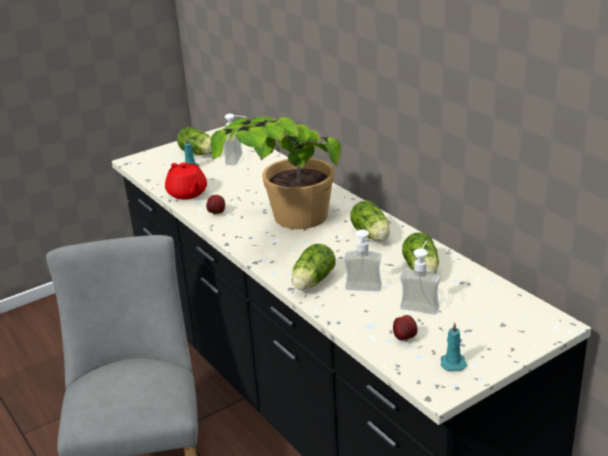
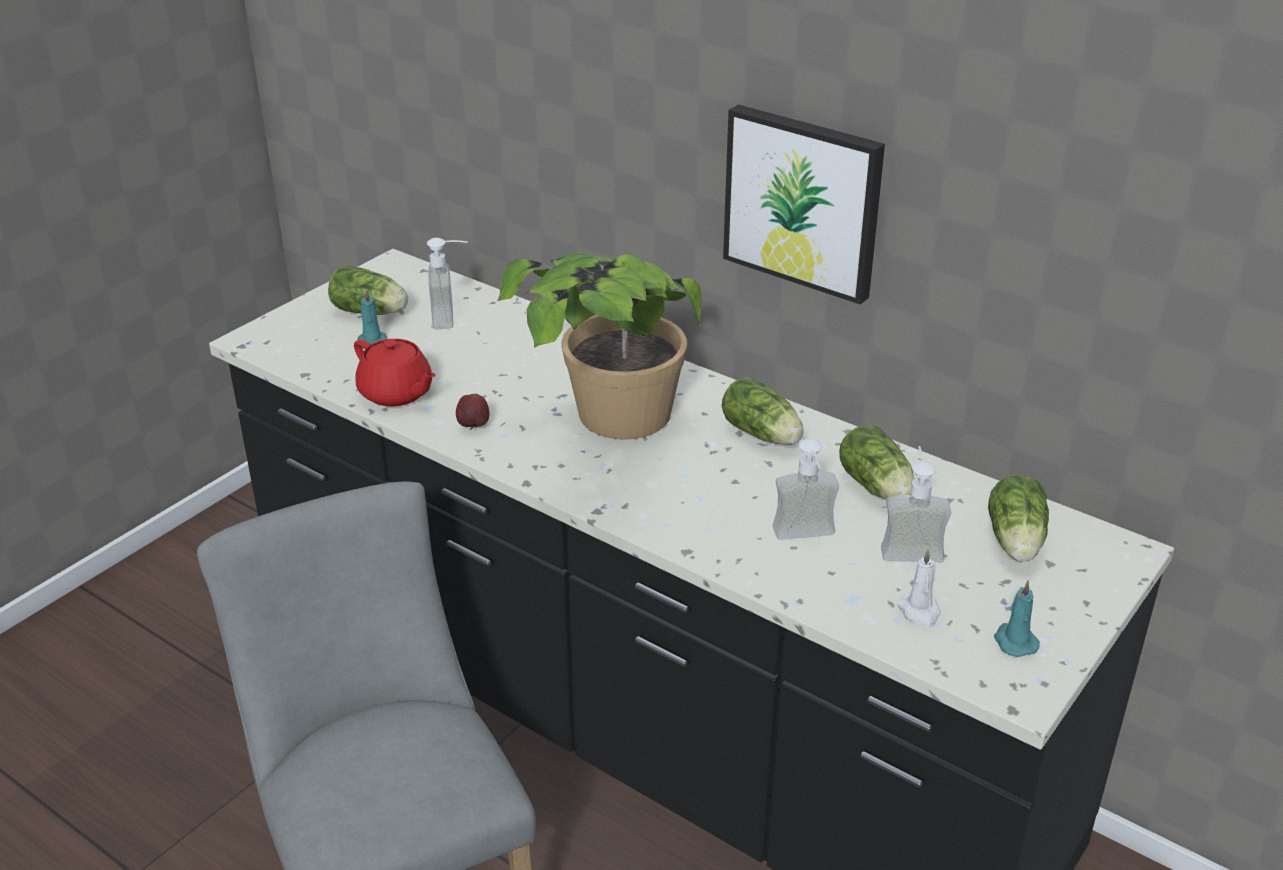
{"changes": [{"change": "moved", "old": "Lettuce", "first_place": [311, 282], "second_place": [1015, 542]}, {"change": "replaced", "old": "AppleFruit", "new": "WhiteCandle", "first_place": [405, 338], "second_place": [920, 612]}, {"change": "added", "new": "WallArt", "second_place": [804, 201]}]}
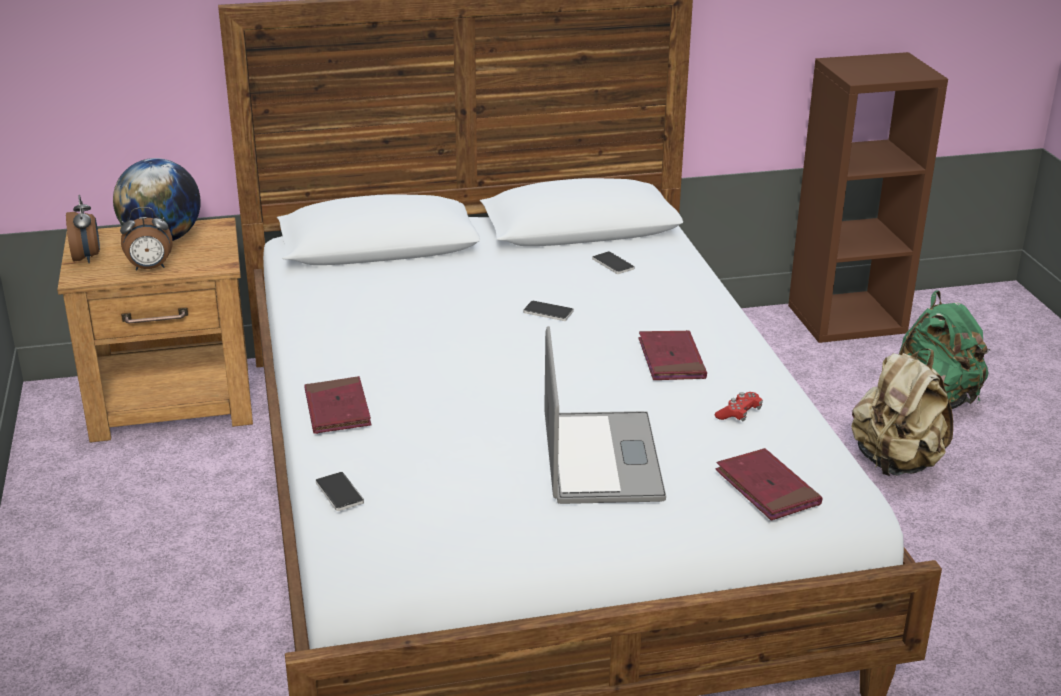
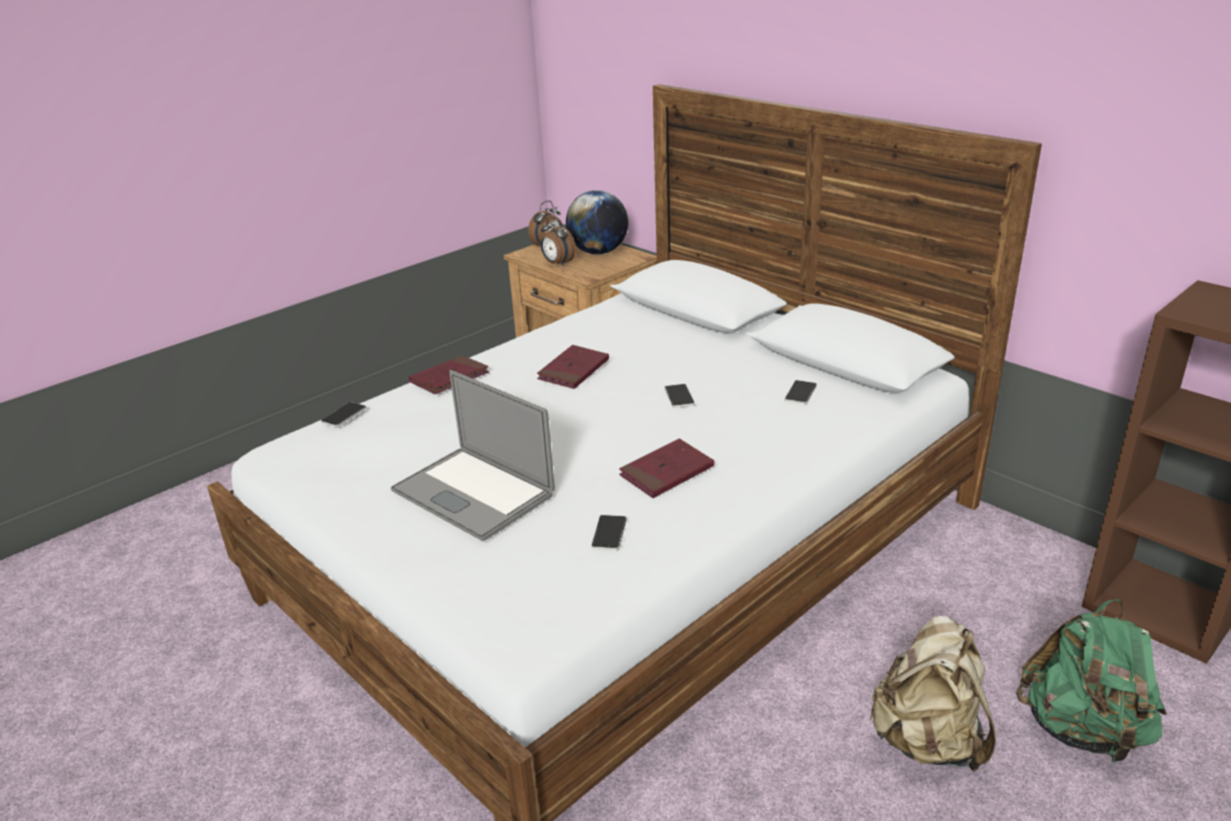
{"changes": [{"change": "turned", "old": "NotebookComputer", "first_place": [601, 458], "second_place": [473, 493], "degrees": 75}, {"change": "replaced", "old": "RedColouredGameController", "new": "Telephone", "first_place": [739, 414], "second_place": [609, 534]}, {"change": "moved", "old": "RedColouredVolume", "first_place": [767, 488], "second_place": [573, 370]}]}
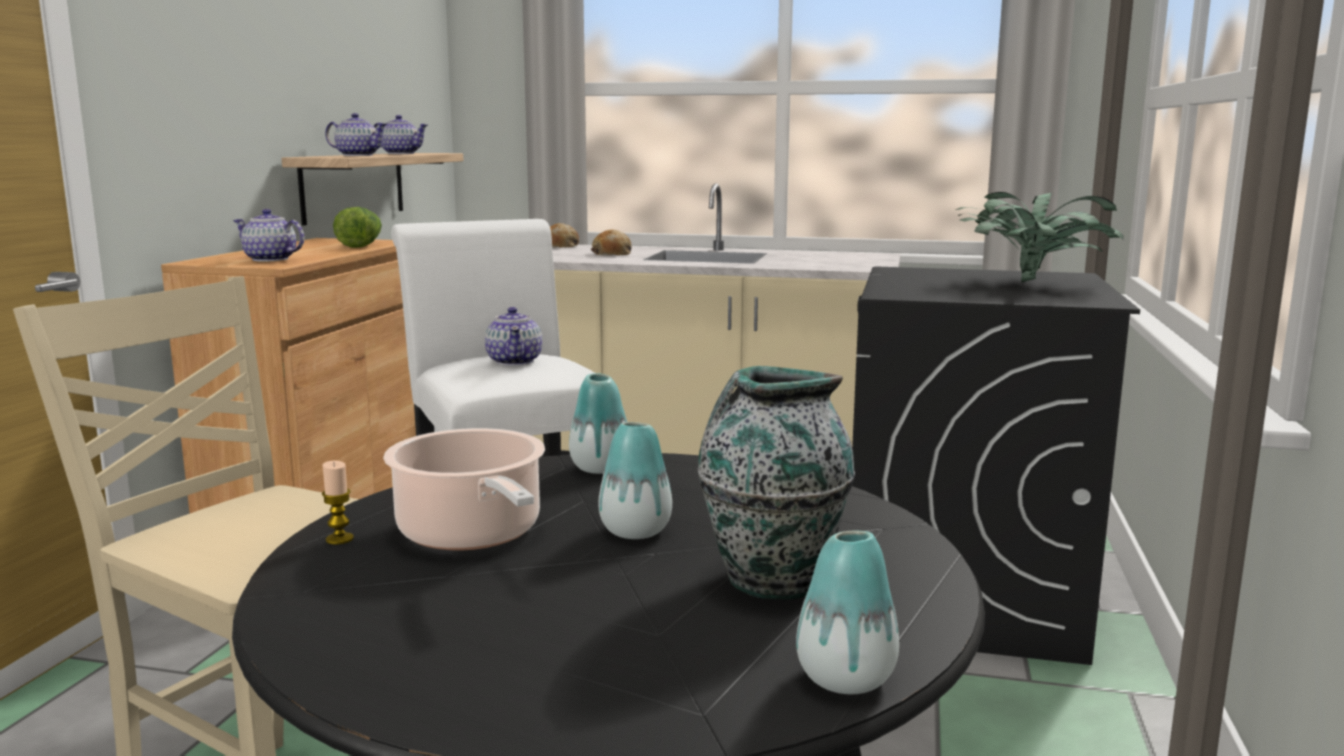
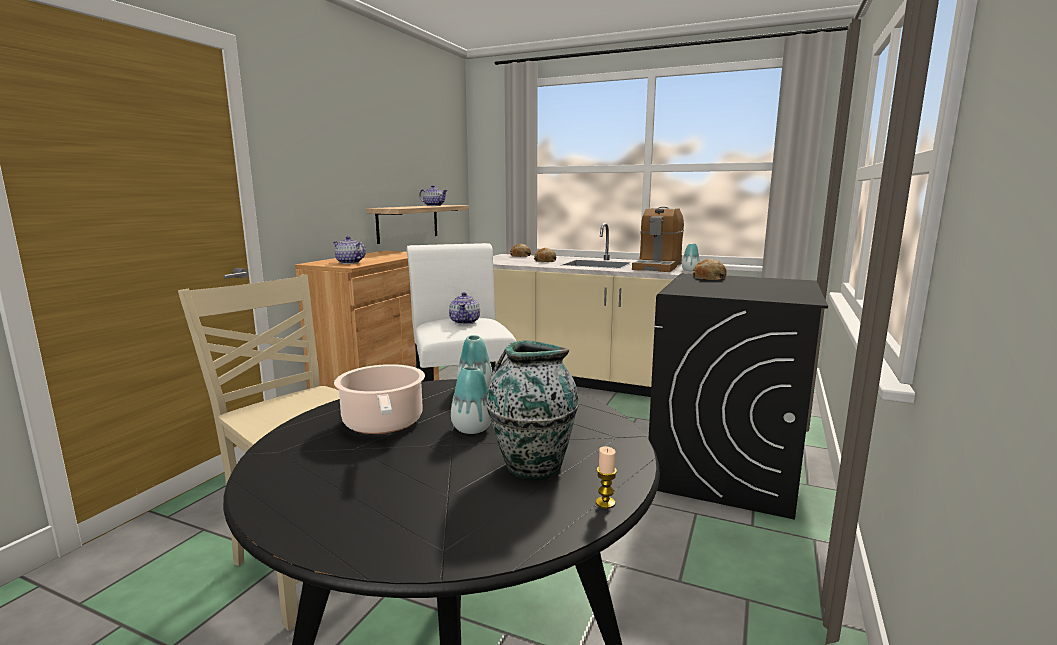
{"changes": [{"change": "removed", "old": "PotForTea", "first_place": [357, 155]}, {"change": "removed", "old": "Houseplant", "first_place": [1033, 283]}, {"change": "removed", "old": "Lettuce", "first_place": [360, 245]}, {"change": "moved", "old": "Candle", "first_place": [339, 539], "second_place": [605, 503]}, {"change": "moved", "old": "FlowerVase", "first_place": [845, 679], "second_place": [690, 270]}, {"change": "added", "new": "CoffeeMaker", "second_place": [657, 266]}, {"change": "added", "new": "BakedBread", "second_place": [708, 278]}]}
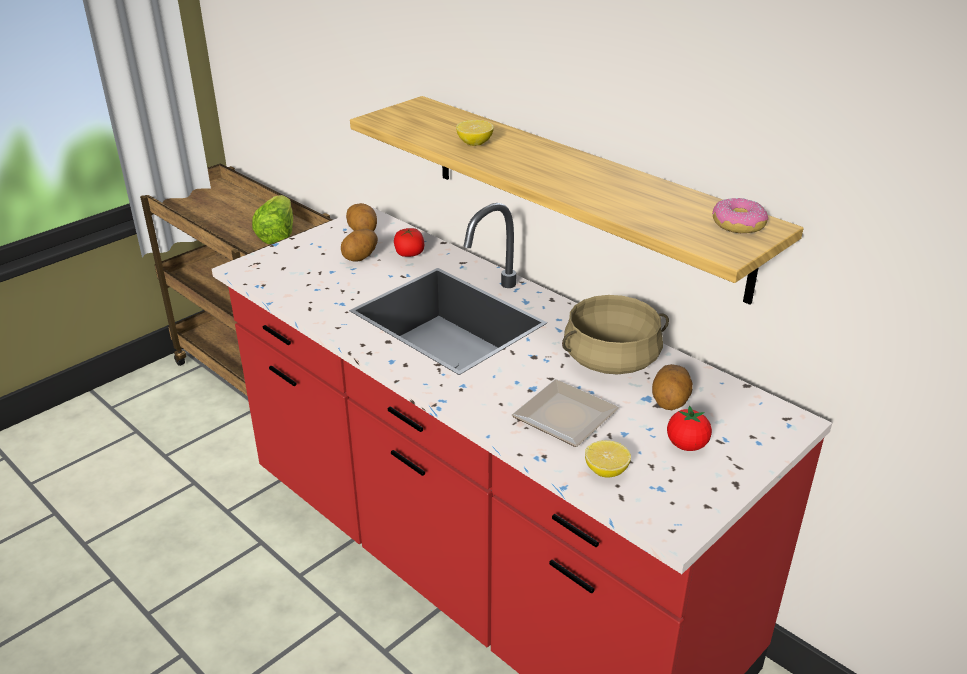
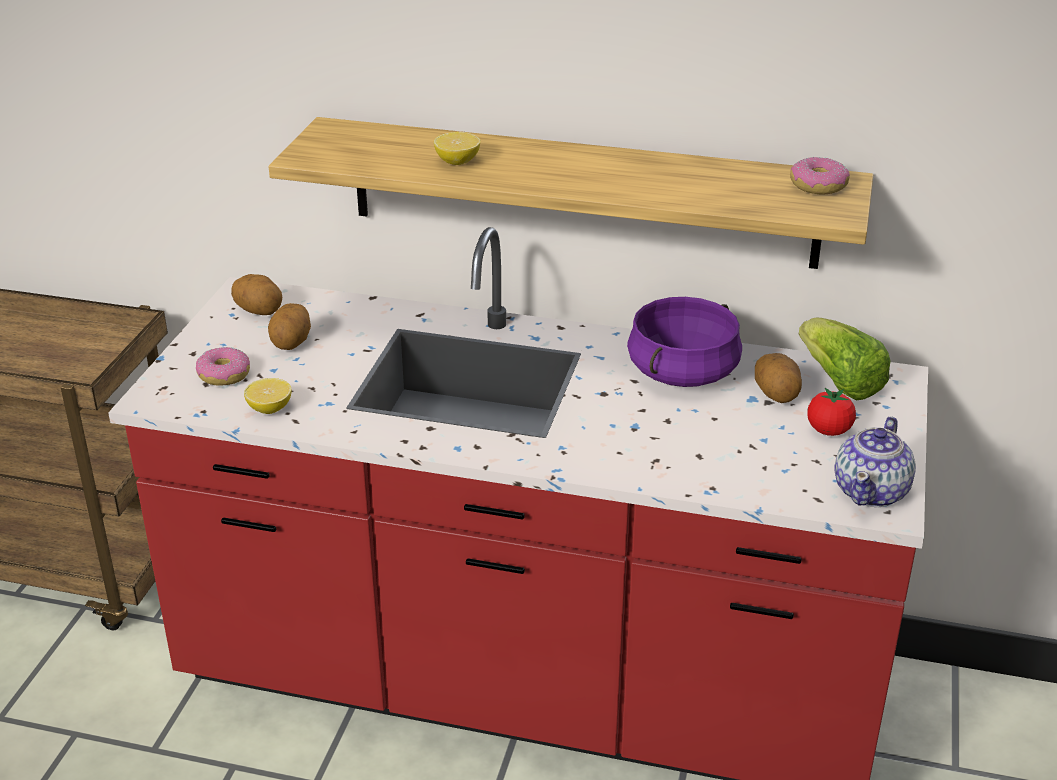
{"changes": [{"change": "moved", "old": "Lettuce", "first_place": [277, 234], "second_place": [839, 382]}, {"change": "removed", "old": "FreshTomato", "first_place": [409, 254]}, {"change": "recoloured", "old": "BeigeColouredCookingPot", "new": "PurplishCookingPot", "first_place": [611, 360], "second_place": [683, 372]}, {"change": "removed", "old": "Plate", "first_place": [569, 417]}, {"change": "moved", "old": "CitrusFruit", "first_place": [606, 471], "second_place": [270, 409]}, {"change": "added", "new": "RingDoughnut", "second_place": [224, 375]}, {"change": "added", "new": "PotForTea", "second_place": [872, 491]}]}
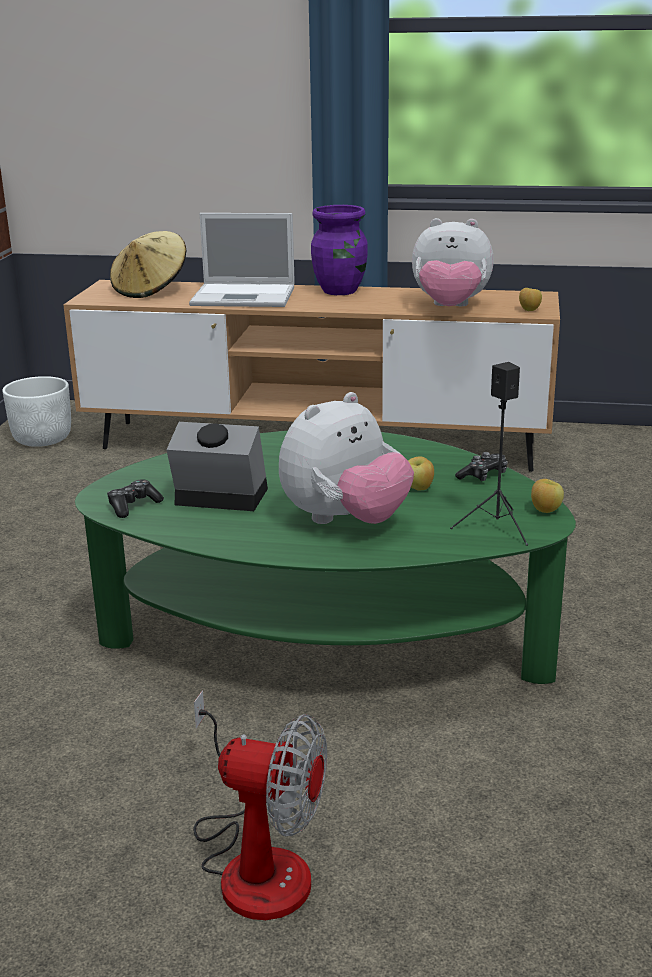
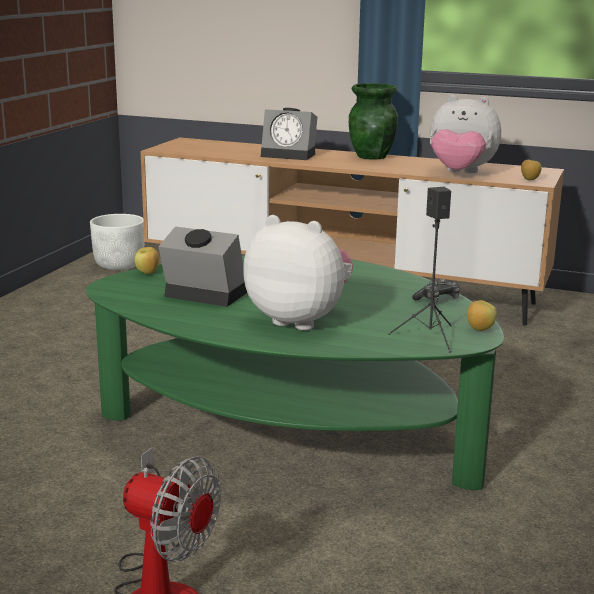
{"changes": [{"change": "recoloured", "old": "PurplishFlowerVase", "new": "GreenishFlowerVase", "first_place": [340, 291], "second_place": [372, 156]}, {"change": "replaced", "old": "NotebookComputer", "new": "BedsideClock", "first_place": [245, 296], "second_place": [290, 155]}, {"change": "removed", "old": "BeigeColouredWearableHat", "first_place": [150, 290]}, {"change": "turned", "old": "PlushToy", "first_place": [345, 521], "second_place": [300, 320], "degrees": -120}, {"change": "moved", "old": "AppleFruit", "first_place": [419, 488], "second_place": [148, 273]}, {"change": "removed", "old": "GameController", "first_place": [133, 506]}]}
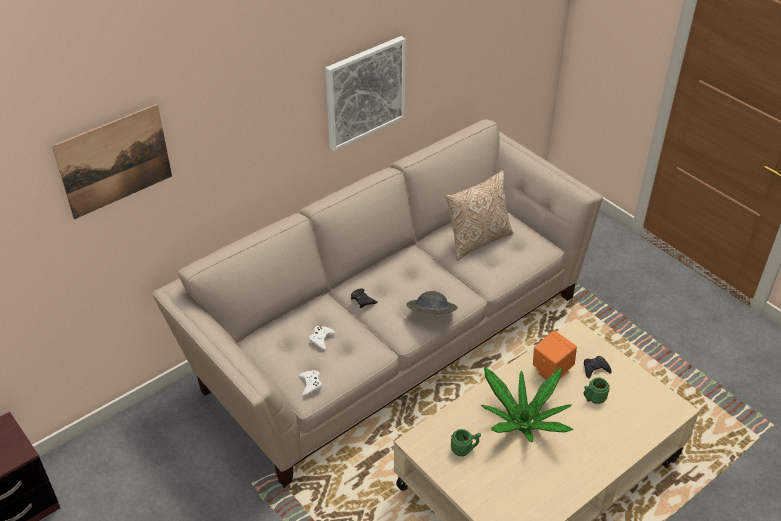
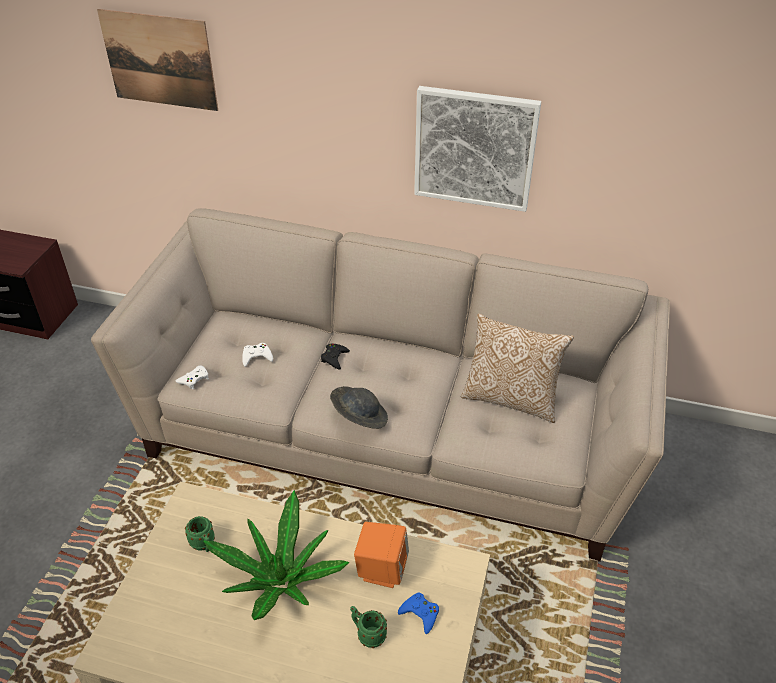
{"changes": [{"change": "recoloured", "old": "BlackGameController", "new": "BlueColouredGameController", "first_place": [595, 369], "second_place": [420, 614]}]}
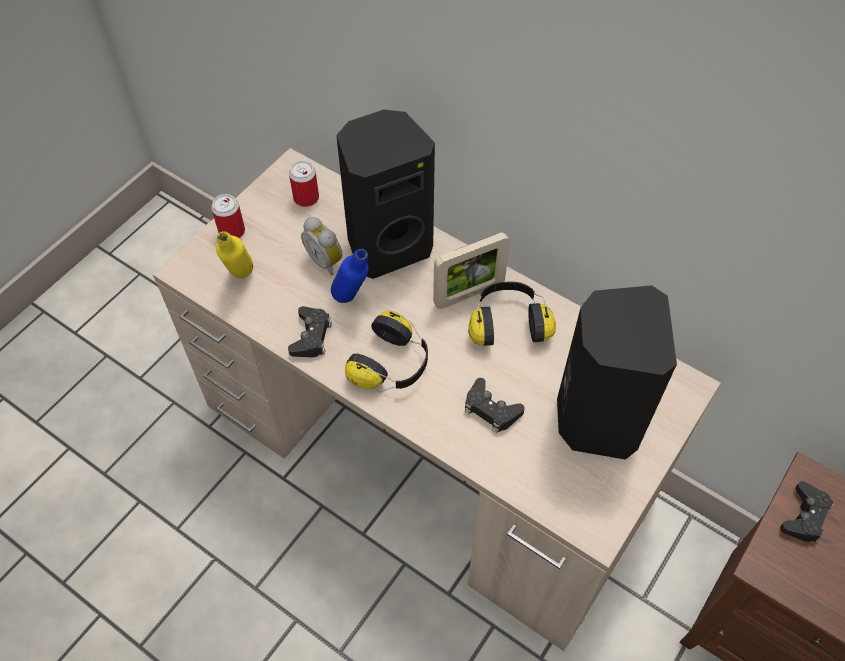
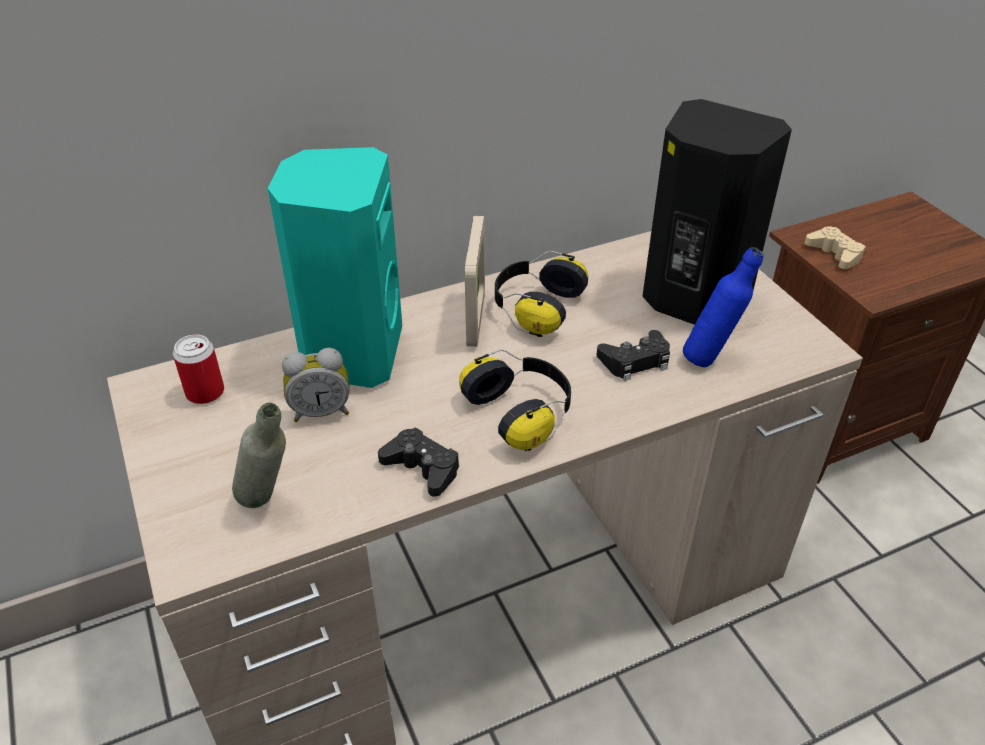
{"changes": [{"change": "recoloured", "old": "BlackLoudspeaker", "new": "TurquoiseColouredLoudspeaker", "first_place": [387, 246], "second_place": [351, 353]}, {"change": "removed", "old": "SealedCan", "first_place": [232, 231]}, {"change": "recoloured", "old": "YellowColouredBeverageBottle", "new": "GreyishBeverageBottle", "first_place": [241, 280], "second_place": [270, 504]}, {"change": "moved", "old": "BlueColouredBeverageBottle", "first_place": [352, 301], "second_place": [711, 358]}, {"change": "recoloured", "old": "BlackGameController", "new": "BeigeColouredGameController", "first_place": [804, 516], "second_place": [834, 254]}]}
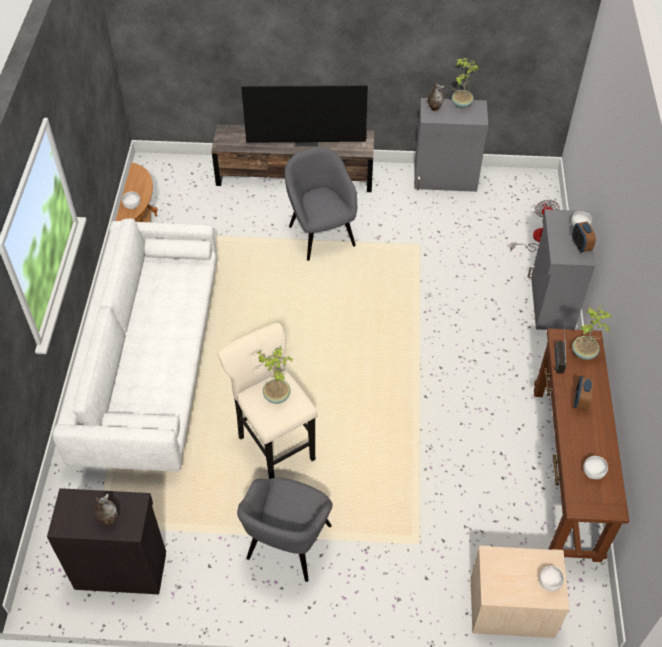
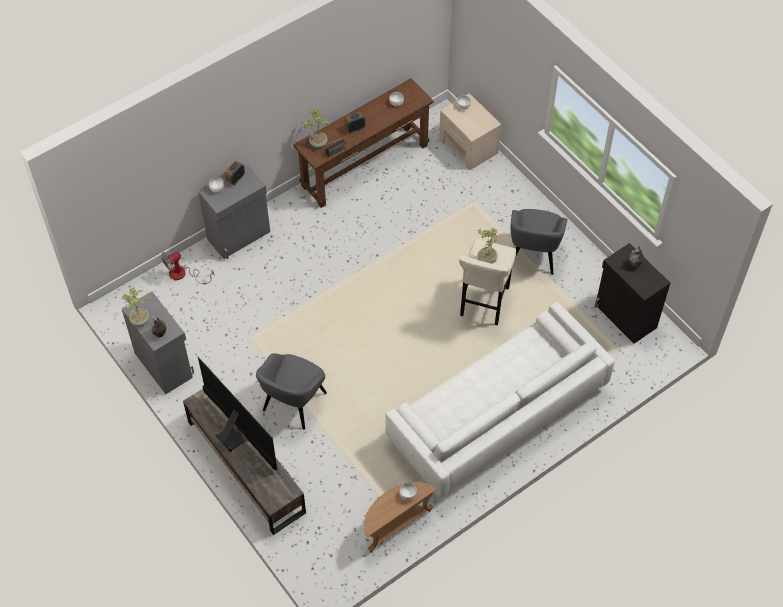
{"changes": [{"change": "turned", "old": "GreyishLoungeChair", "first_place": [288, 544], "second_place": [533, 255], "degrees": 120}]}
